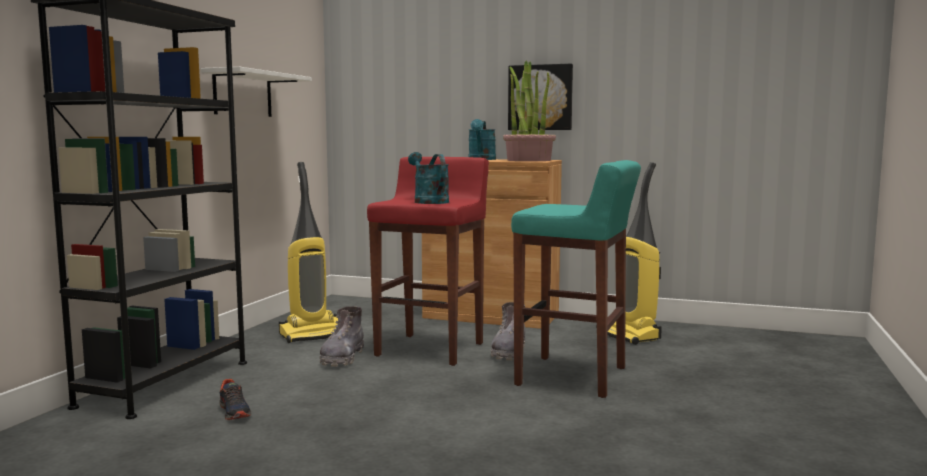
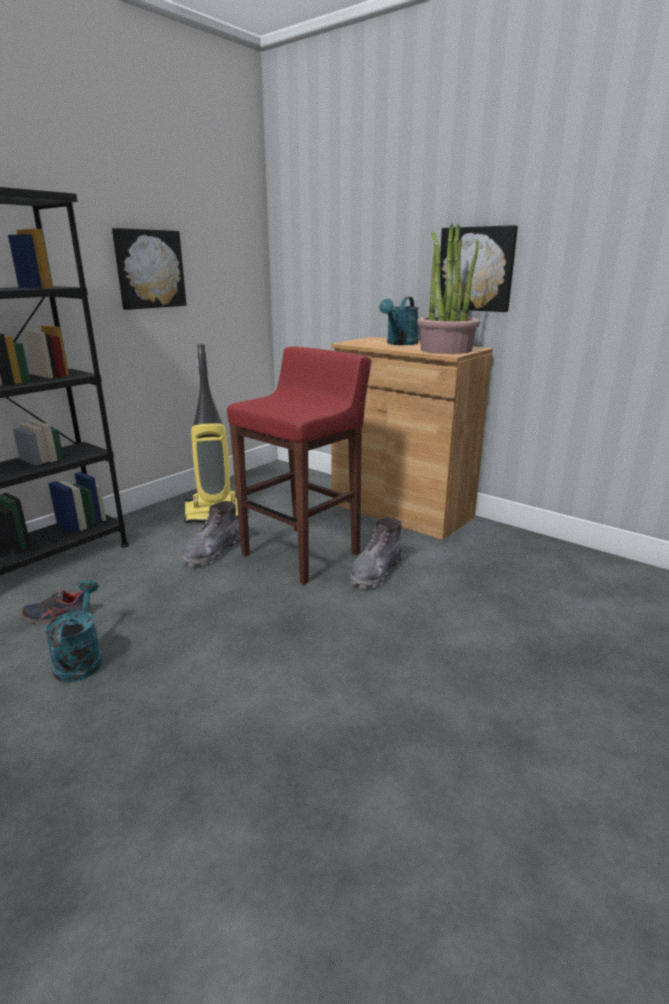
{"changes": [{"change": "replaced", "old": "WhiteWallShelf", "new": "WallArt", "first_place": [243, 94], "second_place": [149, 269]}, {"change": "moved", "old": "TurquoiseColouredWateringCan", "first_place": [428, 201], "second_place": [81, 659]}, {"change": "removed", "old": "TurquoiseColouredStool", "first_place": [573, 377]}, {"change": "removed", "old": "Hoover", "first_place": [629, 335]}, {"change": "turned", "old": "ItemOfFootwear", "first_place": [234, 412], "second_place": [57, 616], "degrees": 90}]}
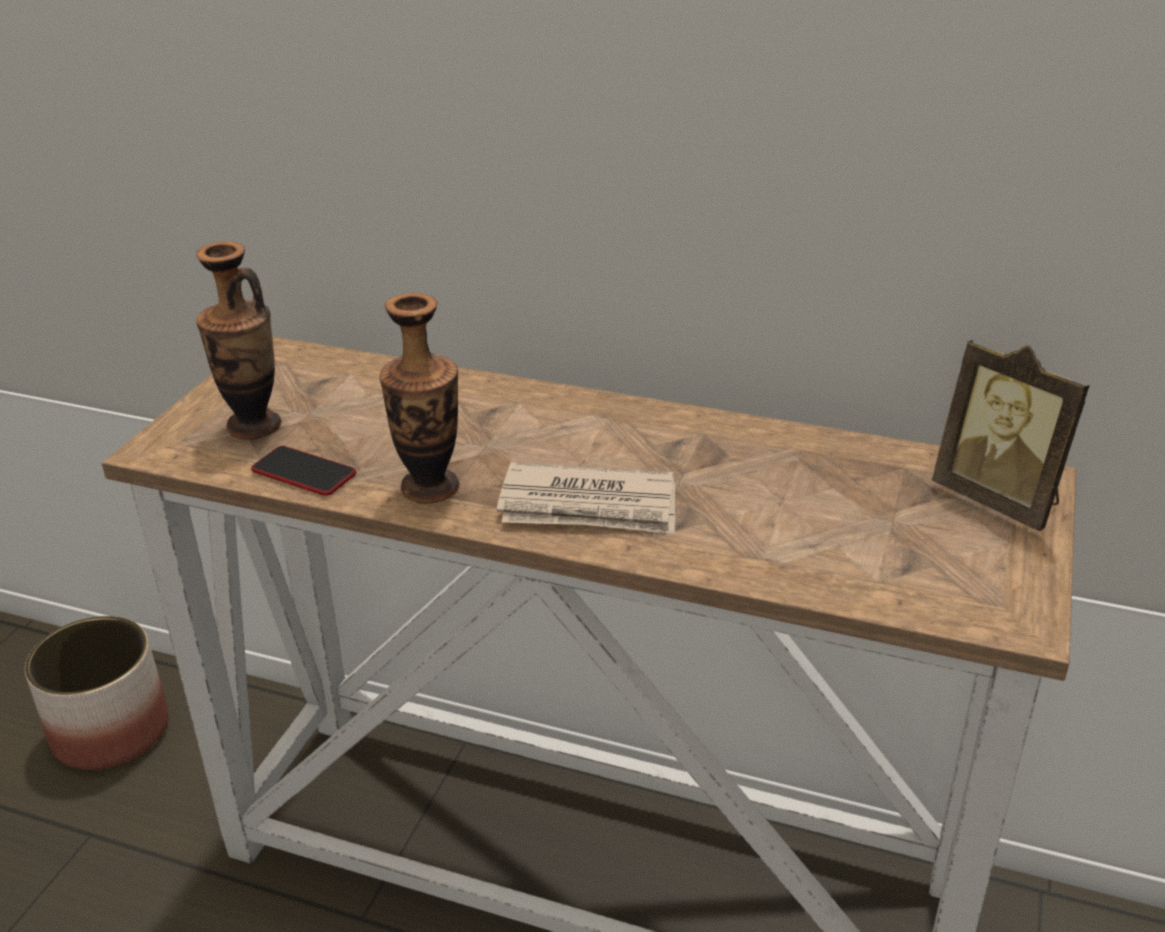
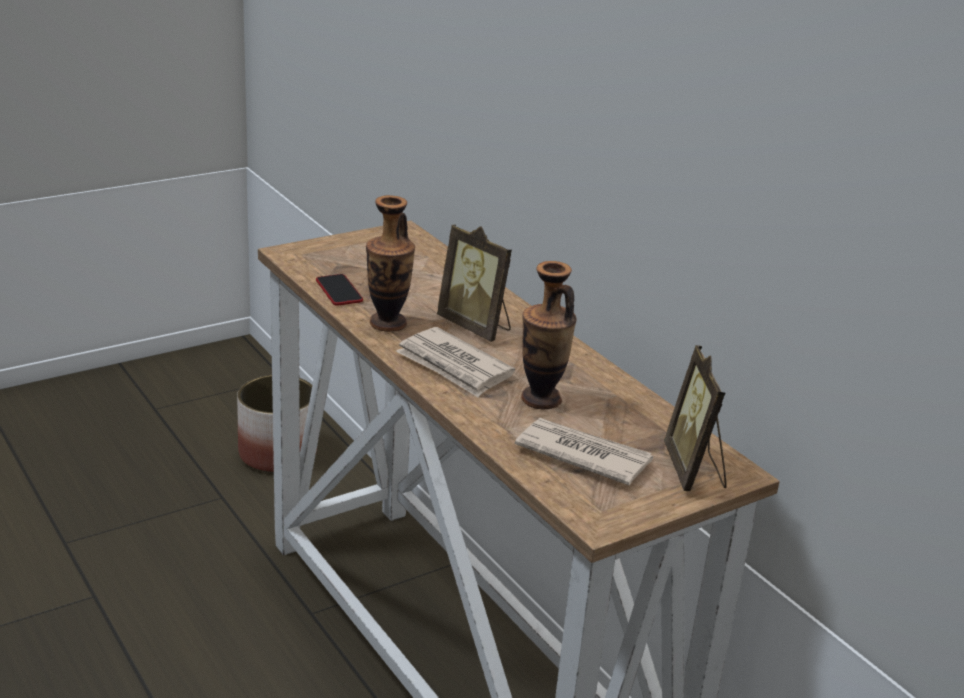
{"changes": [{"change": "moved", "old": "FlowerVase", "first_place": [254, 426], "second_place": [541, 399]}, {"change": "added", "new": "PhotoFrame", "second_place": [476, 326]}, {"change": "added", "new": "Newspaper", "second_place": [582, 454]}]}
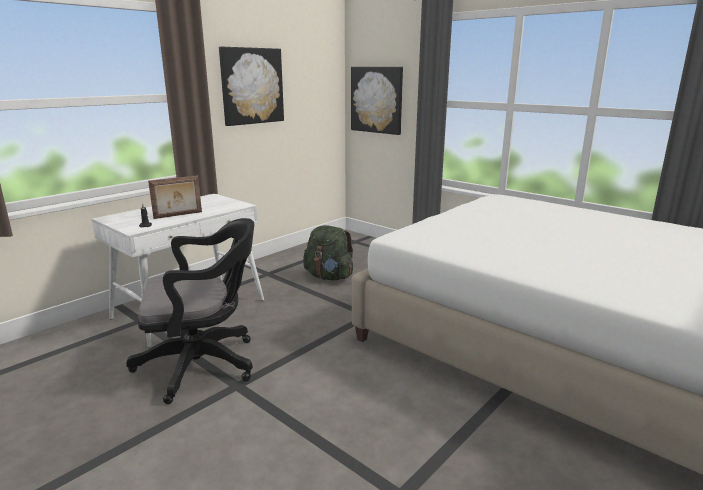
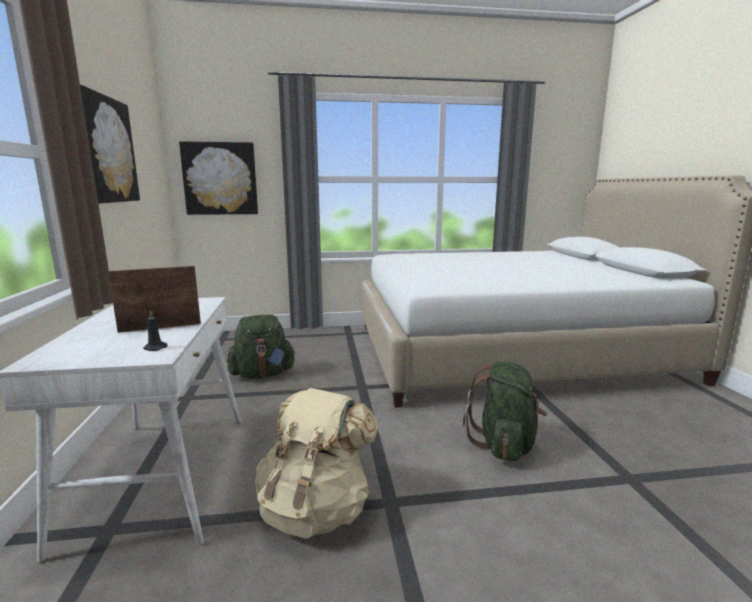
{"changes": [{"change": "turned", "old": "PhotoFrame", "first_place": [178, 215], "second_place": [160, 327], "degrees": -120}, {"change": "replaced", "old": "BlackDeskChair", "new": "BeigeColouredKnapsack", "first_place": [204, 364], "second_place": [315, 510]}, {"change": "added", "new": "GreenishKnapsack", "second_place": [504, 444]}]}
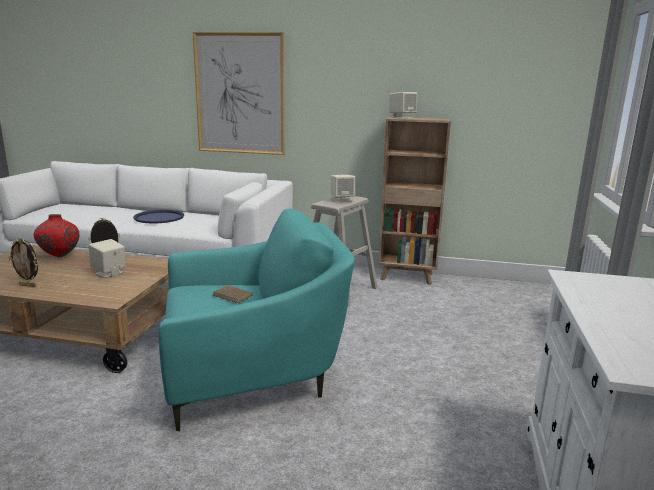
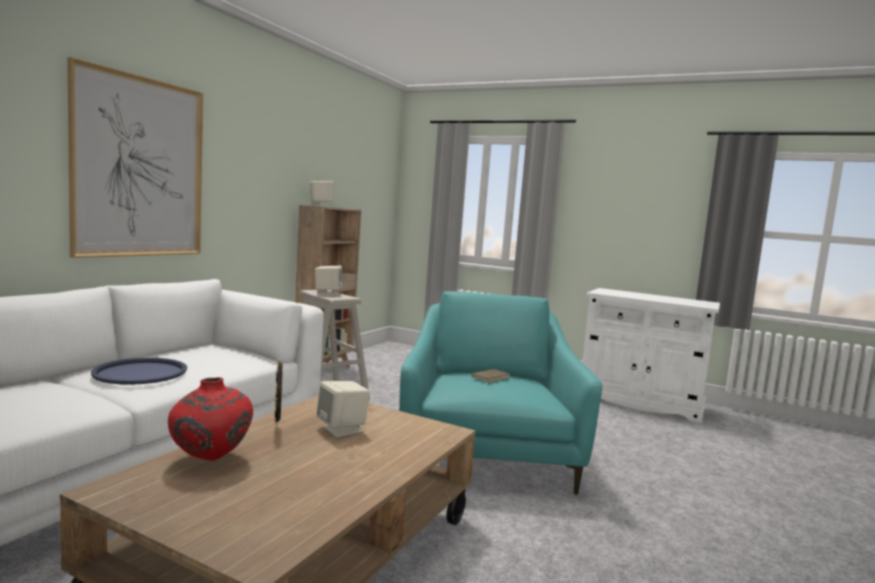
{"changes": [{"change": "removed", "old": "PhotoFrame", "first_place": [28, 285]}]}
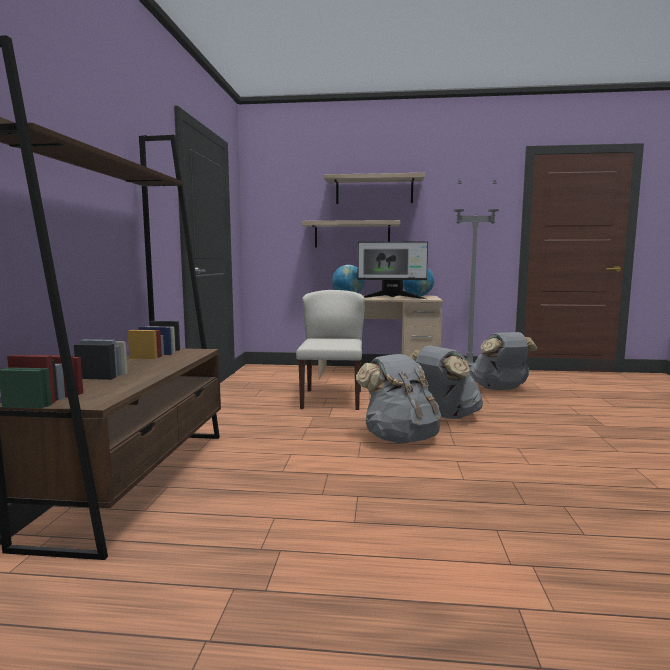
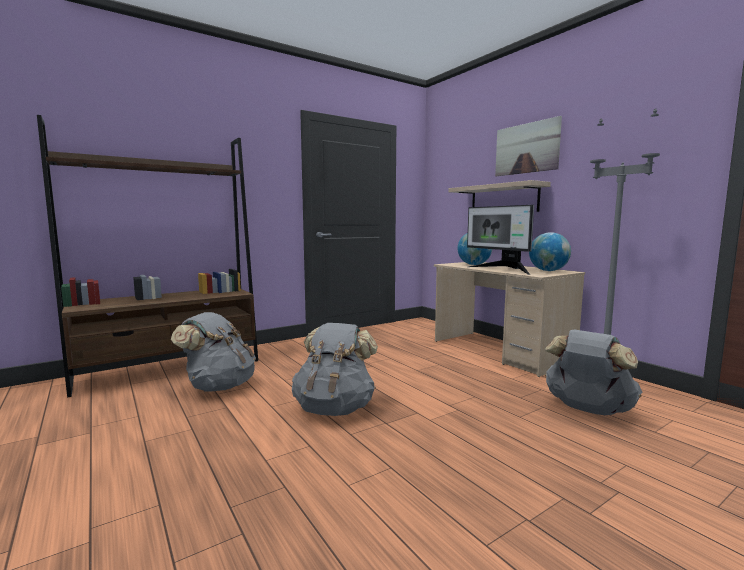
{"changes": [{"change": "replaced", "old": "WallShelf", "new": "WallArt", "first_place": [374, 190], "second_place": [526, 148]}, {"change": "removed", "old": "BeigeColouredPlainChair", "first_place": [331, 399]}, {"change": "moved", "old": "GreyishKnapsack", "first_place": [444, 416], "second_place": [219, 386]}]}
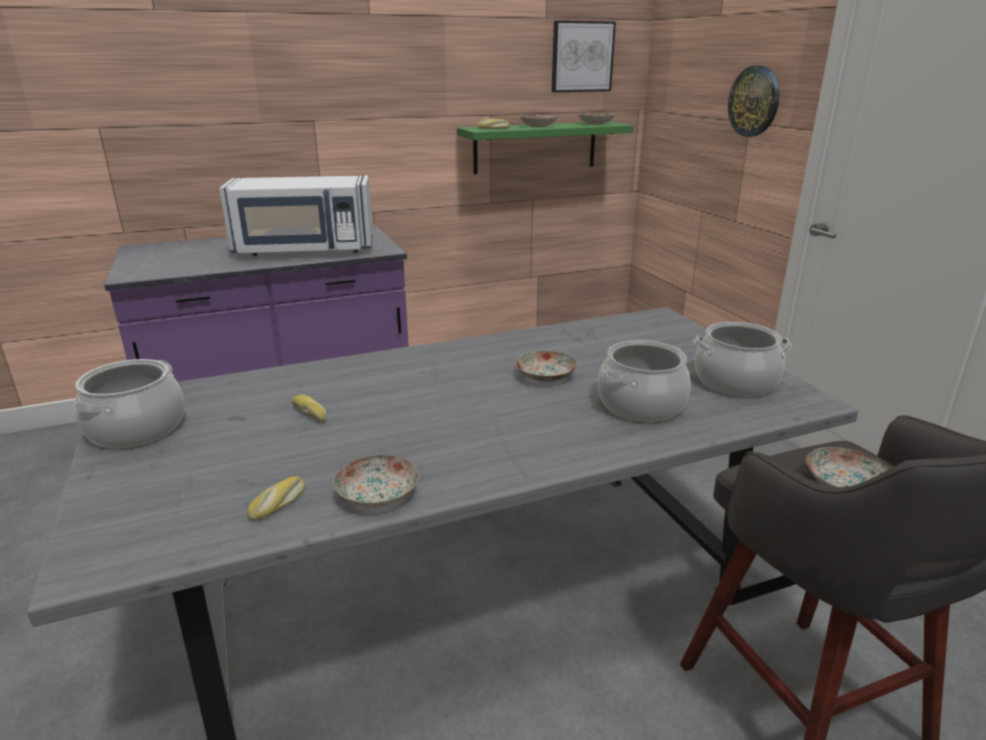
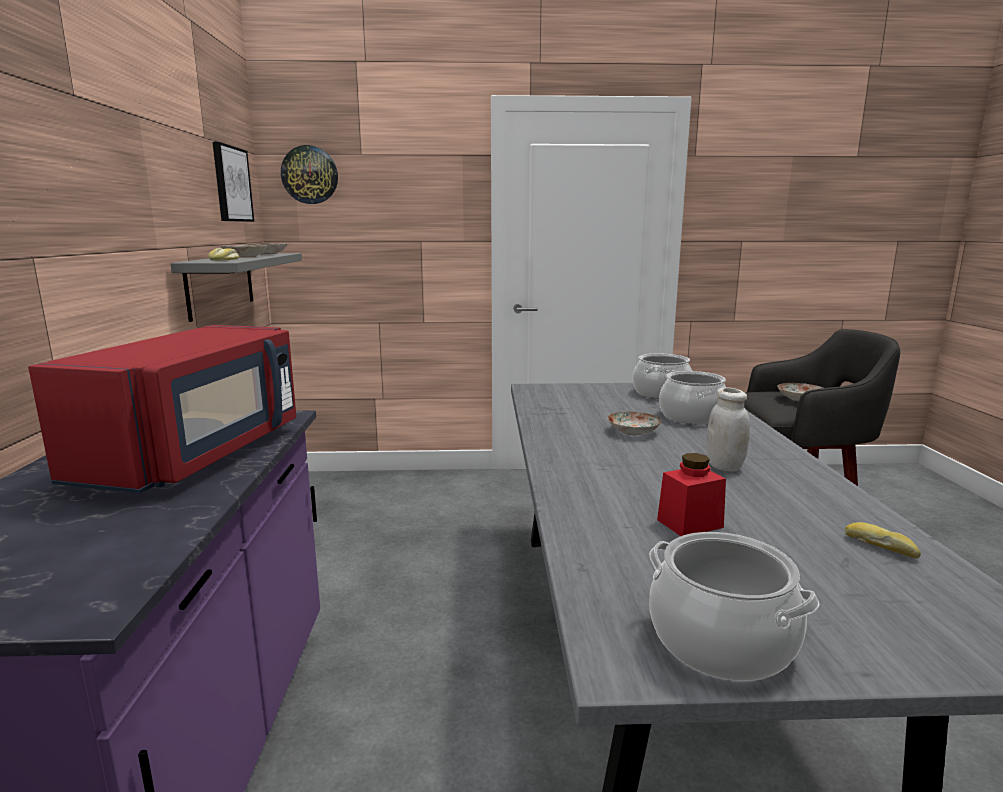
{"changes": [{"change": "moved", "old": "HangingClock", "first_place": [754, 101], "second_place": [310, 175]}, {"change": "recoloured", "old": "GreenishWallShelf", "new": "GreyishWallShelf", "first_place": [535, 147], "second_place": [221, 284]}, {"change": "recoloured", "old": "WhiteMicrowave", "new": "RedColouredMicrowave", "first_place": [305, 250], "second_place": [198, 454]}, {"change": "replaced", "old": "BakedBread", "new": "RedColouredJar", "first_place": [311, 413], "second_place": [690, 523]}, {"change": "removed", "old": "Plate", "first_place": [378, 494]}, {"change": "added", "new": "WhiteJar", "second_place": [724, 466]}]}
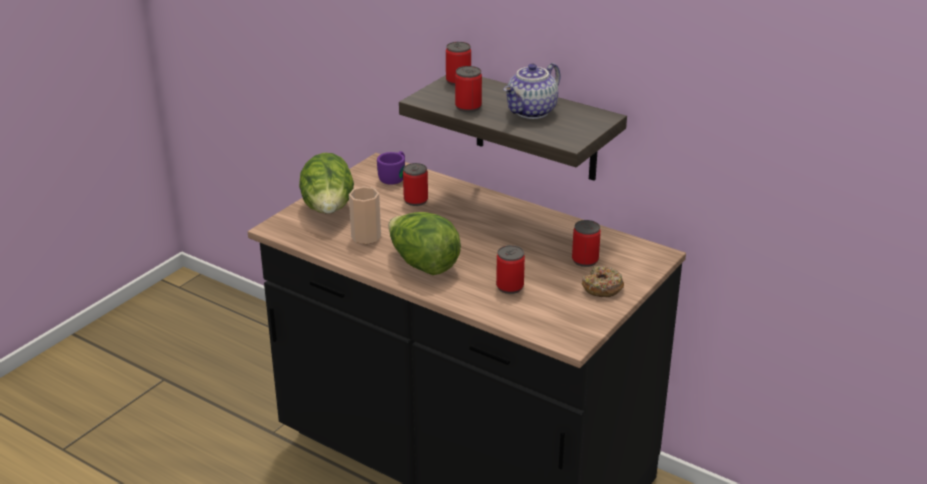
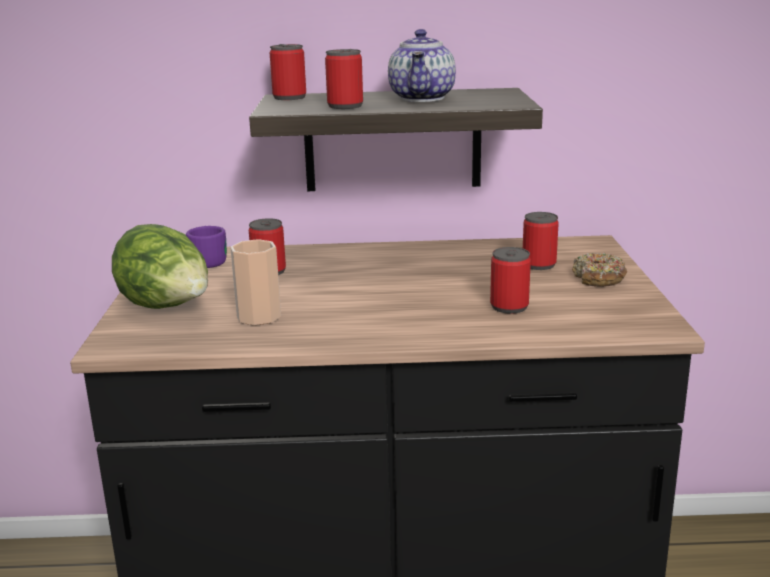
{"changes": [{"change": "removed", "old": "Lettuce", "first_place": [423, 264]}]}
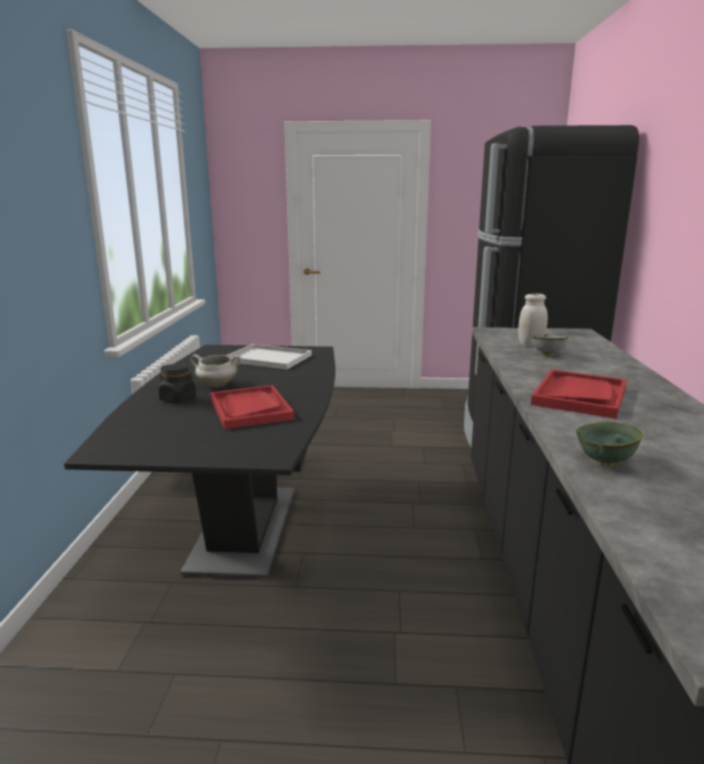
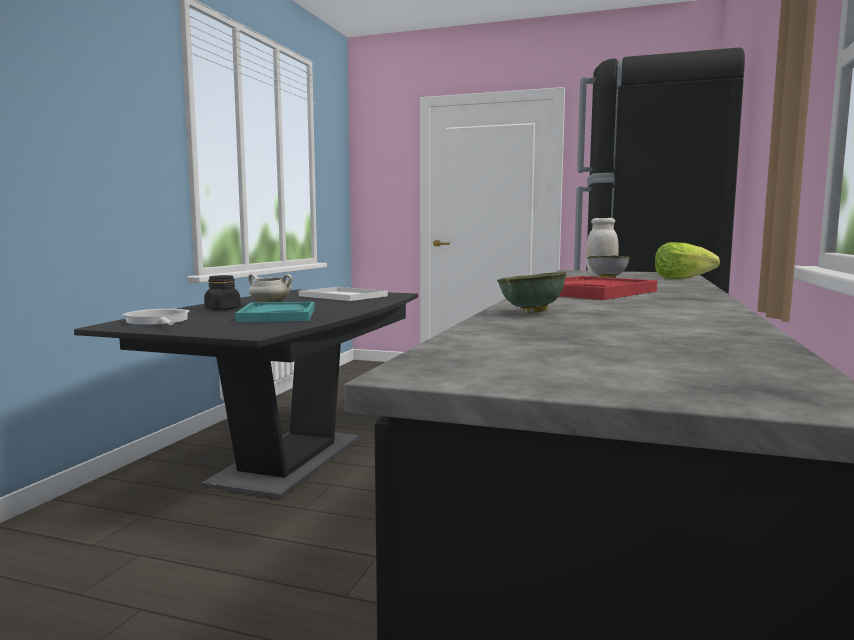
{"changes": [{"change": "recoloured", "old": "RedColouredServingTray", "new": "TurquoiseColouredServingTray", "first_place": [250, 409], "second_place": [277, 315]}, {"change": "added", "new": "Lettuce", "second_place": [681, 279]}, {"change": "added", "new": "FryingPan", "second_place": [158, 322]}]}
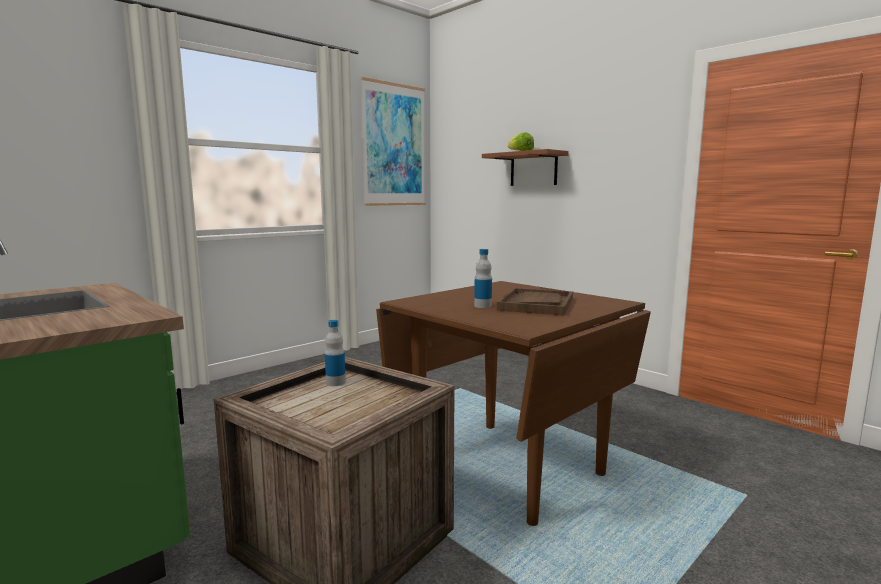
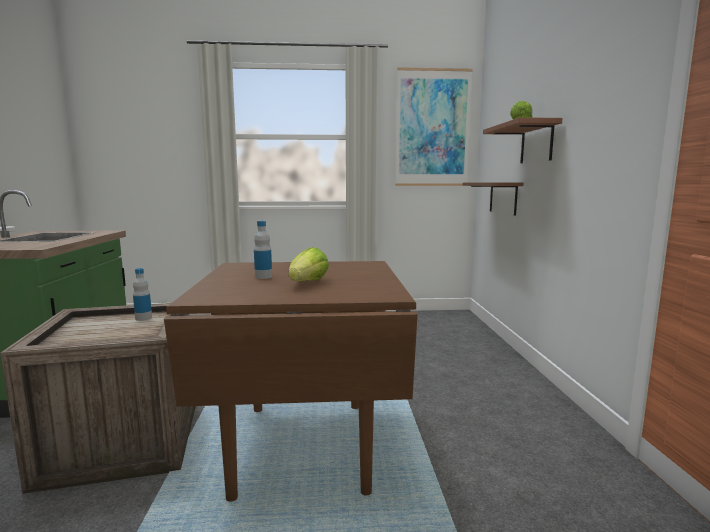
{"changes": [{"change": "replaced", "old": "BrownishServingTray", "new": "Lettuce", "first_place": [536, 304], "second_place": [308, 283]}, {"change": "added", "new": "BrownishWallShelf", "second_place": [503, 197]}]}
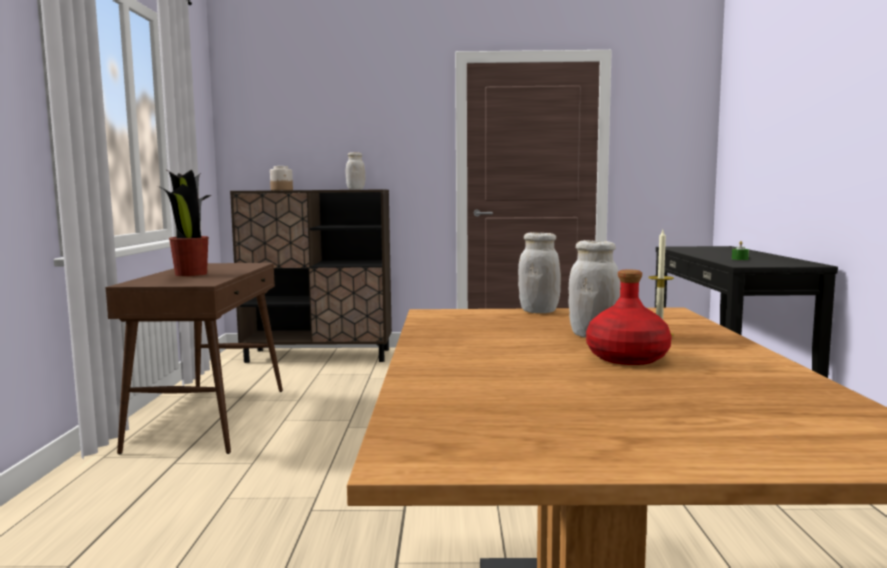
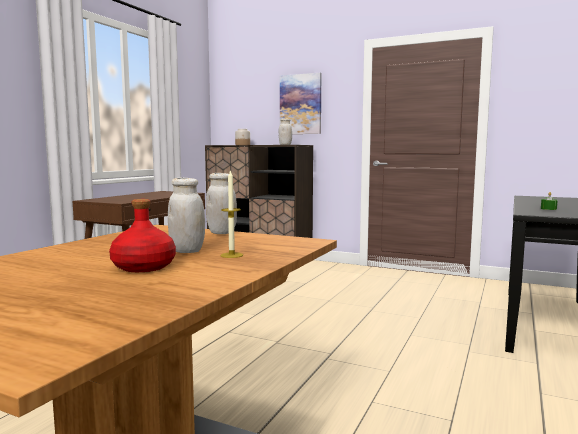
{"changes": [{"change": "removed", "old": "Houseplant", "first_place": [191, 274]}, {"change": "added", "new": "WallArt", "second_place": [300, 104]}]}
